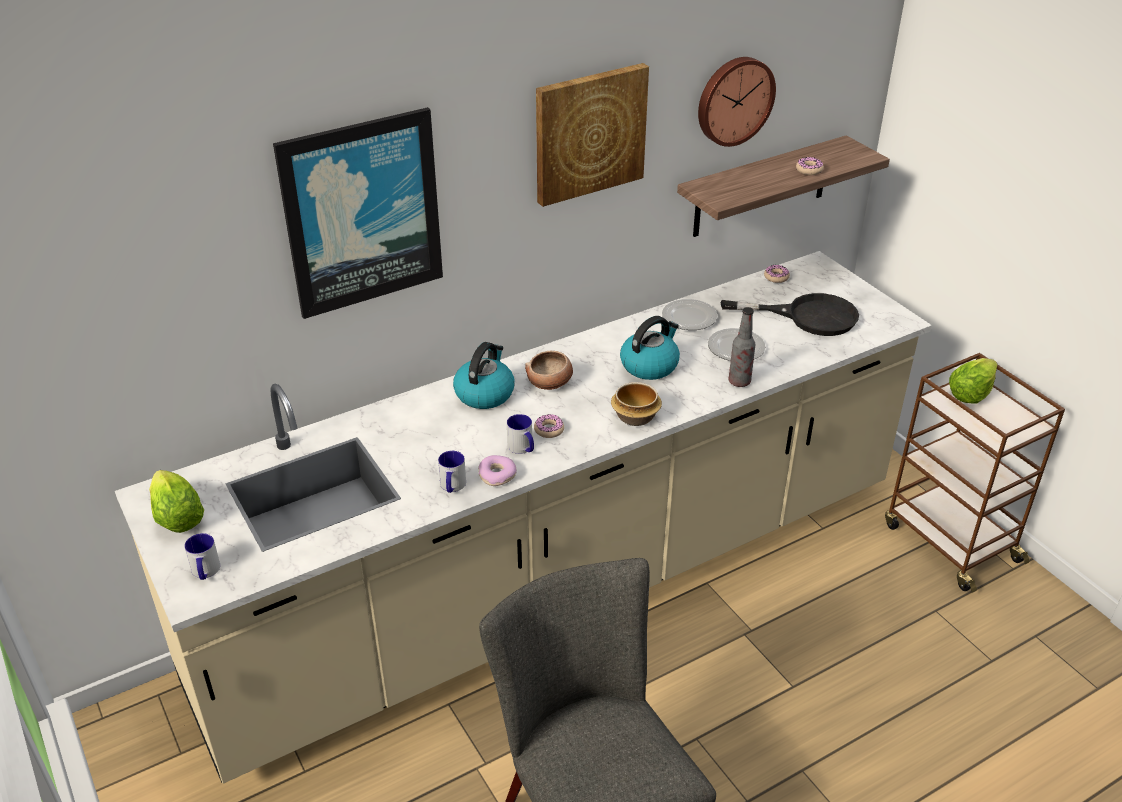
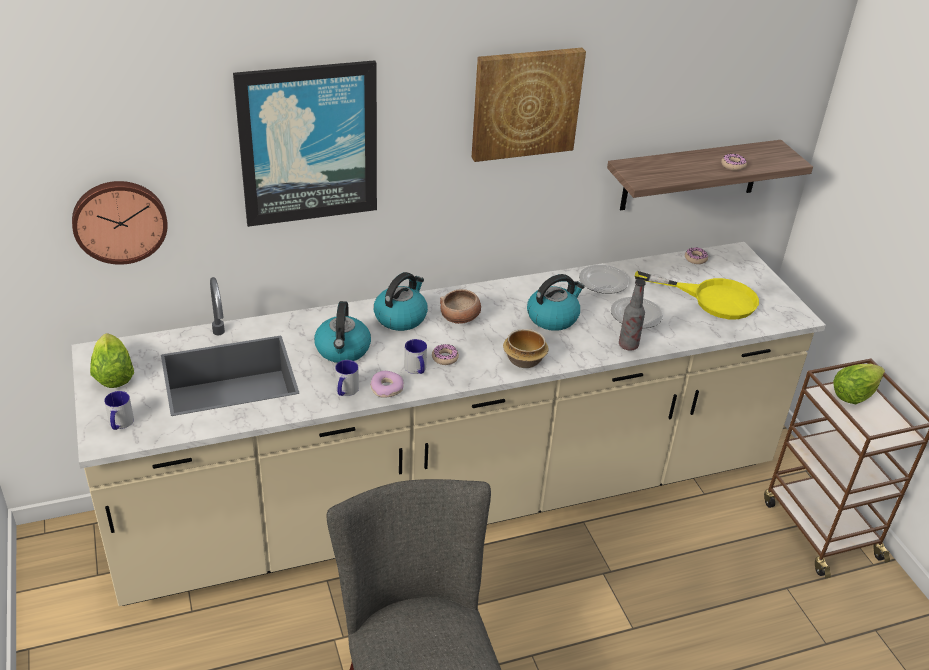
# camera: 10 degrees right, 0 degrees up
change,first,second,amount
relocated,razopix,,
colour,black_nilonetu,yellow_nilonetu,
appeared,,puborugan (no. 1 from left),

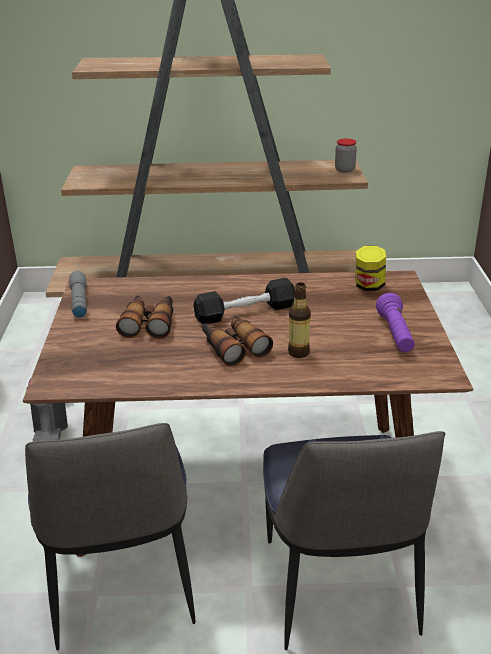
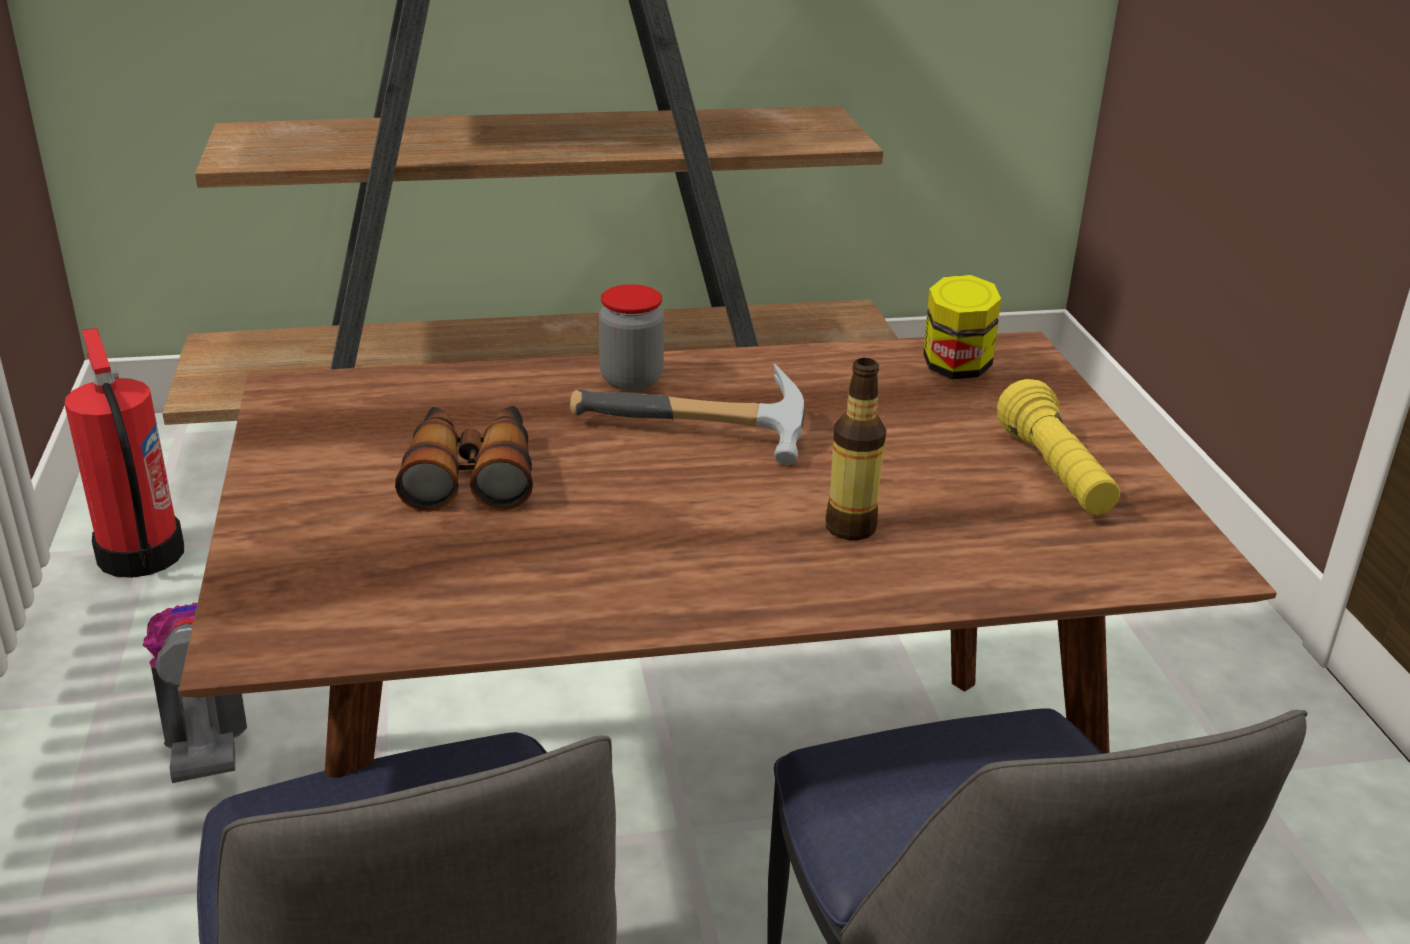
# camera: 10 degrees left, 0 degrees up
change,first,second,amount
relocated,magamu (no. 1 from left),,
missing,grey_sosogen,,
exchanged,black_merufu,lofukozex,
colour,purple_sosogen,yellow_sosogen,
missing,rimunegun (no. 2 from left),,
appeared,,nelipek,

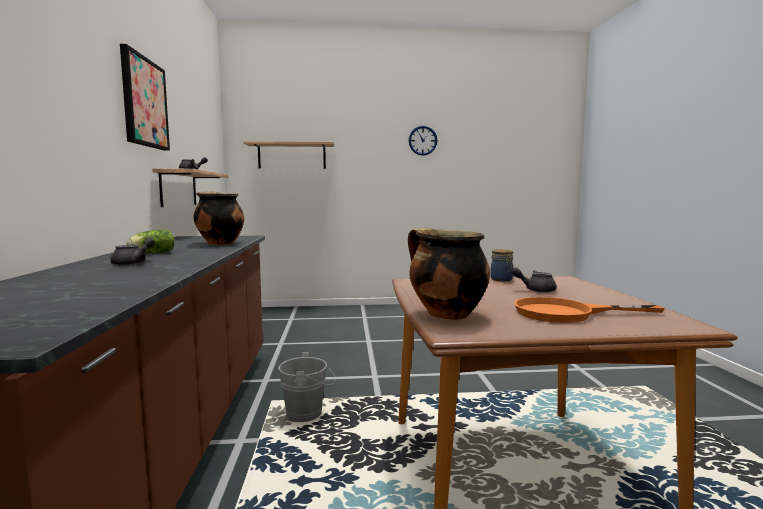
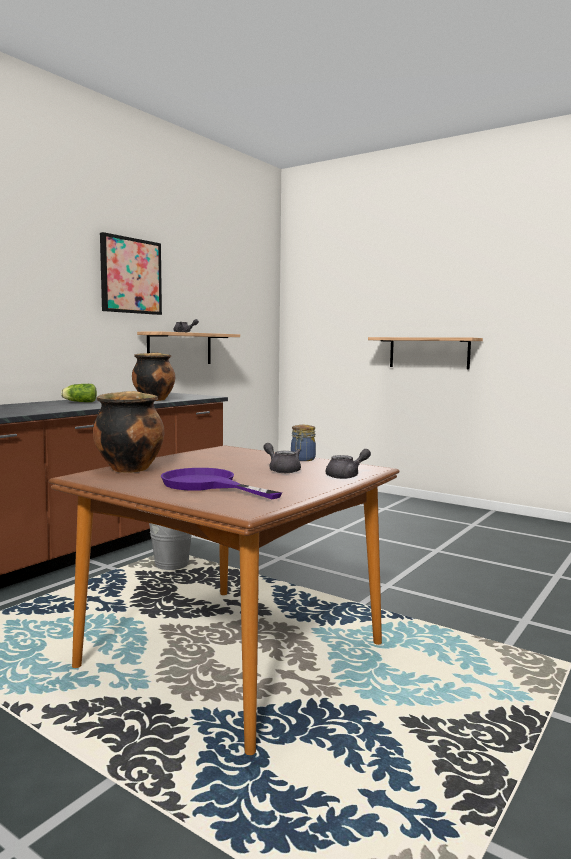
# camera: 40 degrees right, 0 degrees up
change,first,second,amount
missing,razopix,,
relocated,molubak (no. 2 from left),,
relocated,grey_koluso (no. 1 from left in the first image),grey_koluso (no. 3 from left),
colour,orange_nilonetu,purple_nilonetu,

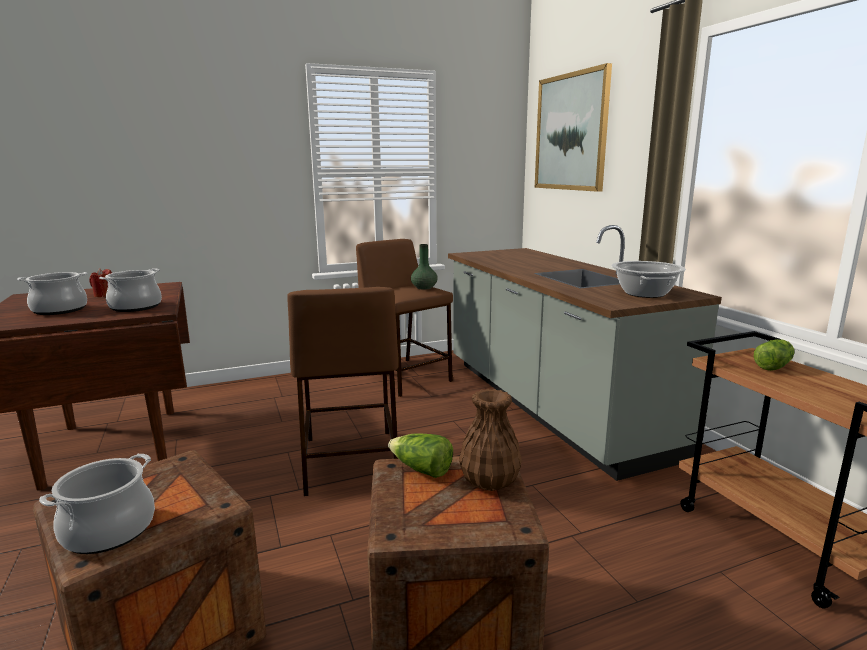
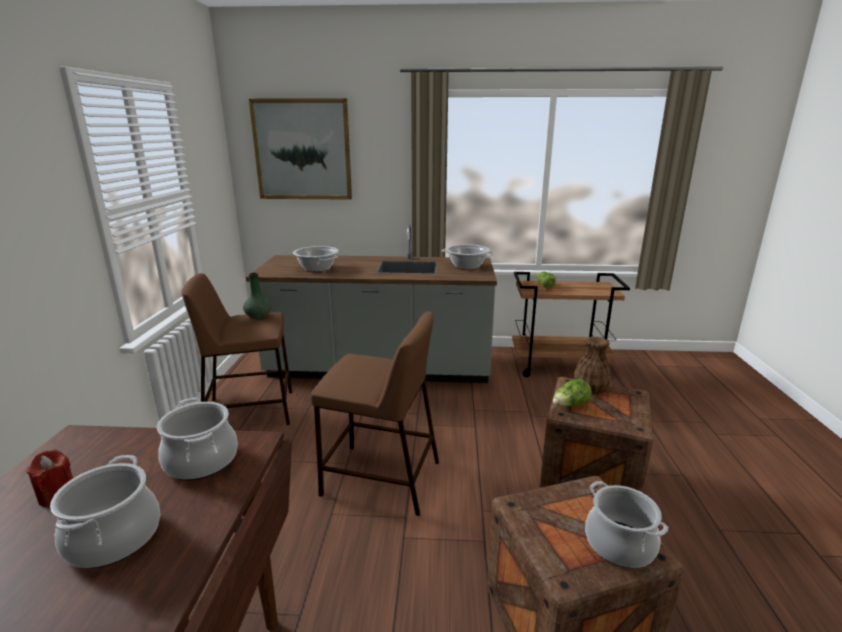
# camera: 65 degrees left, 5 degrees up
change,first,second,amount
appeared,,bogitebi (no. 3 from left),

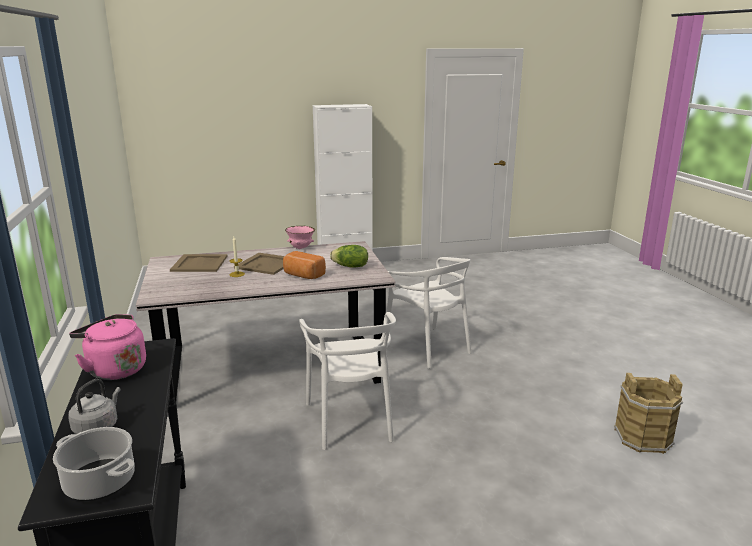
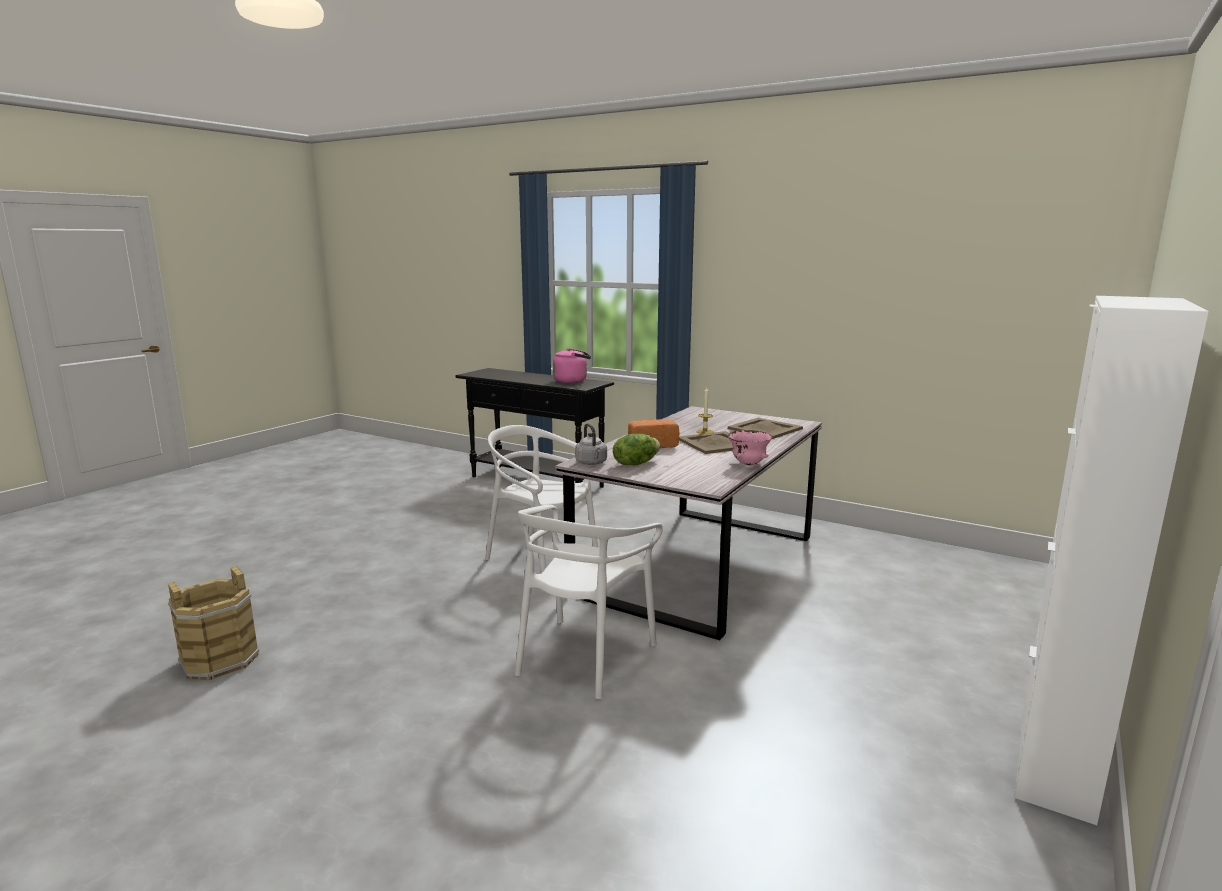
# camera: 135 degrees right, 5 degrees down
change,first,second,amount
spun,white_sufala (no. 2 from left),,75 degrees counterclockwise
relocated,grey_puborugan,,
missing,bogitebi,,

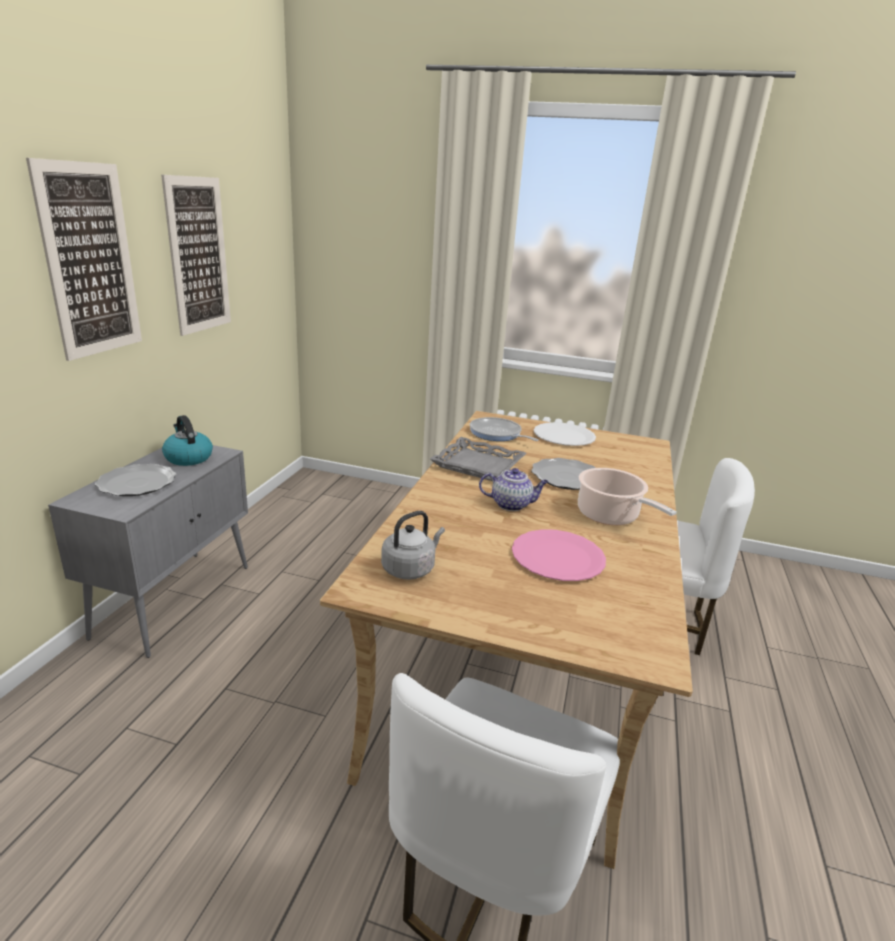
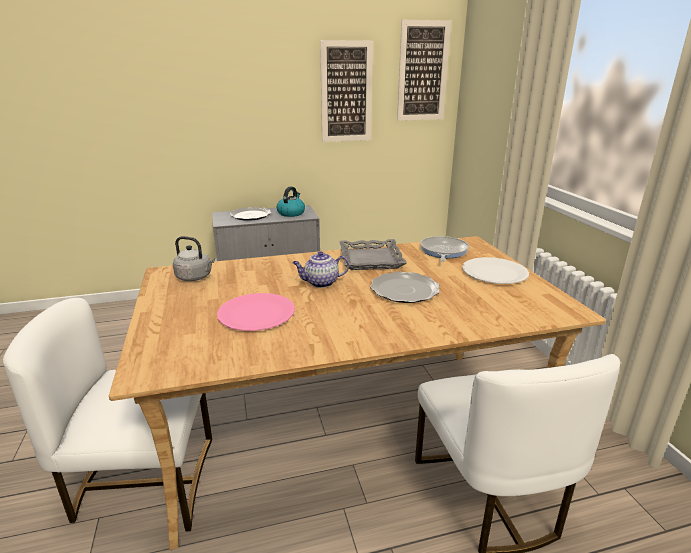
# camera: 60 degrees right, 0 degrees up
change,first,second,amount
relocated,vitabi (no. 1 from left in the first image),vitabi (no. 2 from left),
spun,koluso,,105 degrees clockwise
missing,bogitebi,,

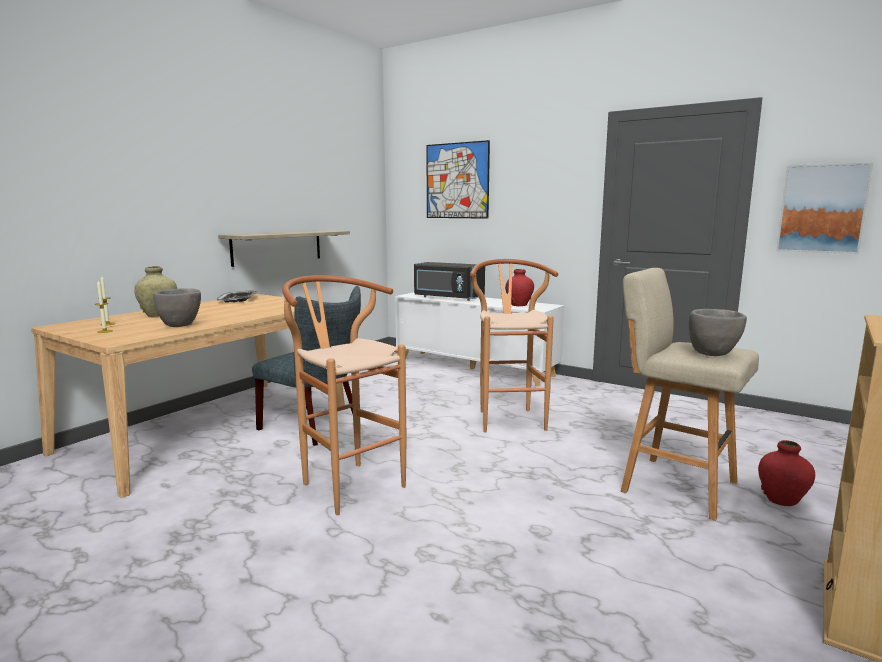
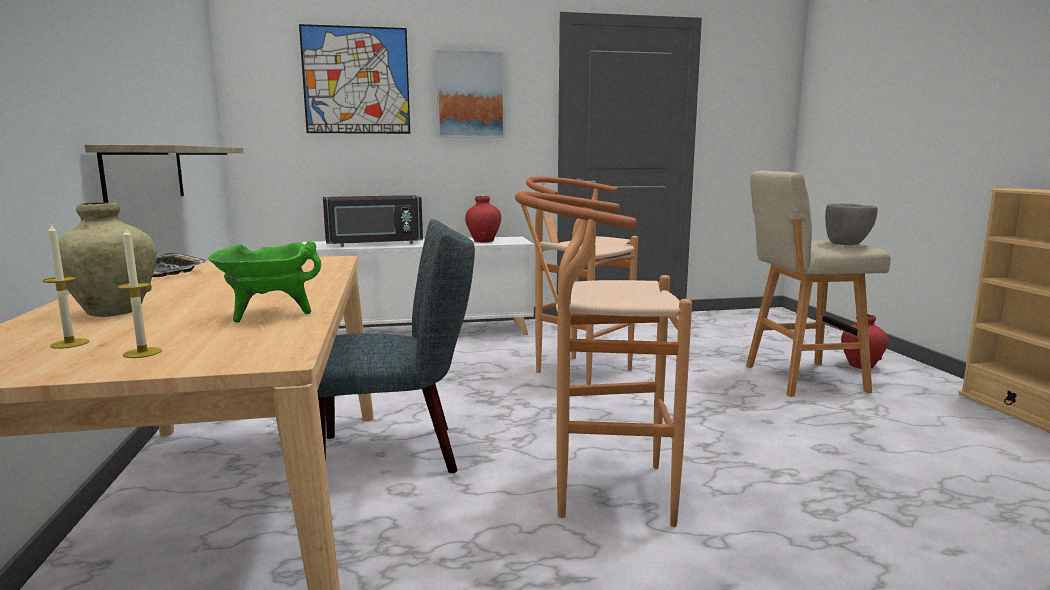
# camera: 45 degrees left, 0 degrees up
change,first,second,amount
relocated,vitabi (no. 2 from left),,
exchanged,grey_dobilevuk (no. 1 from left),green_bogitebi,

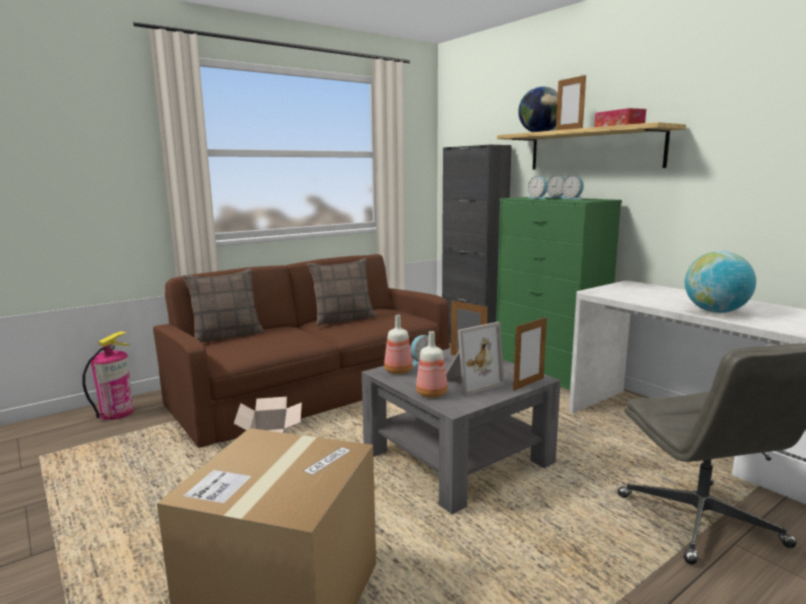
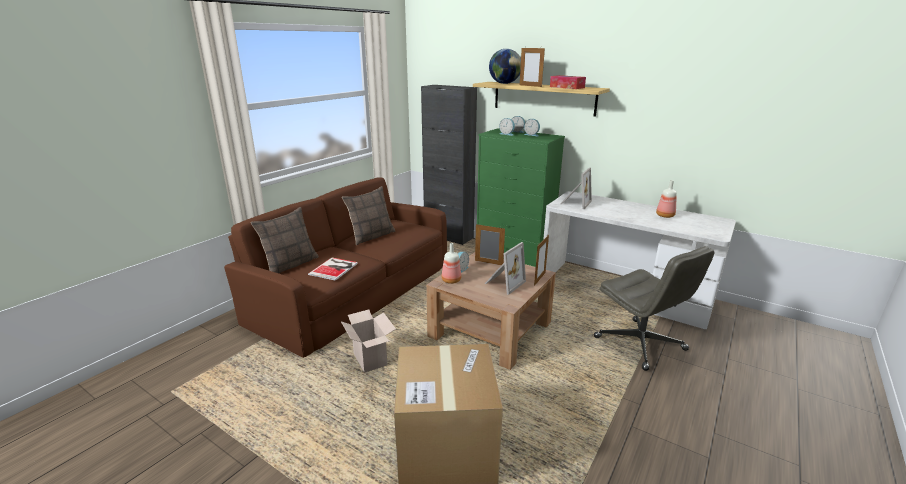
# camera: 20 degrees left, 10 degrees up
change,first,second,amount
missing,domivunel (no. 2 from left),,
missing,nelipek,,
relocated,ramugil (no. 2 from left),,
colour,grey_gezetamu,brown_gezetamu,
appeared,,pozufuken (no. 5 from left),
appeared,,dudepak,

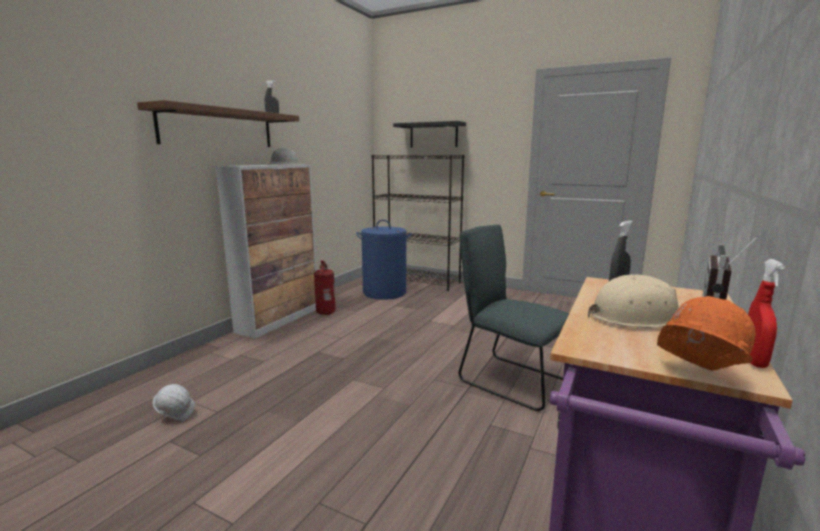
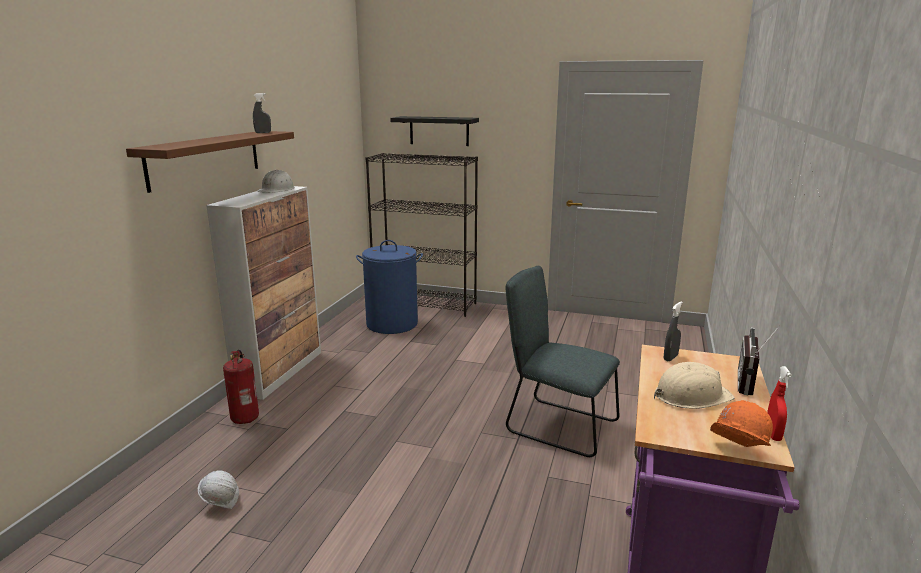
# camera: 10 degrees left, 5 degrees up
change,first,second,amount
relocated,nelipek,,

